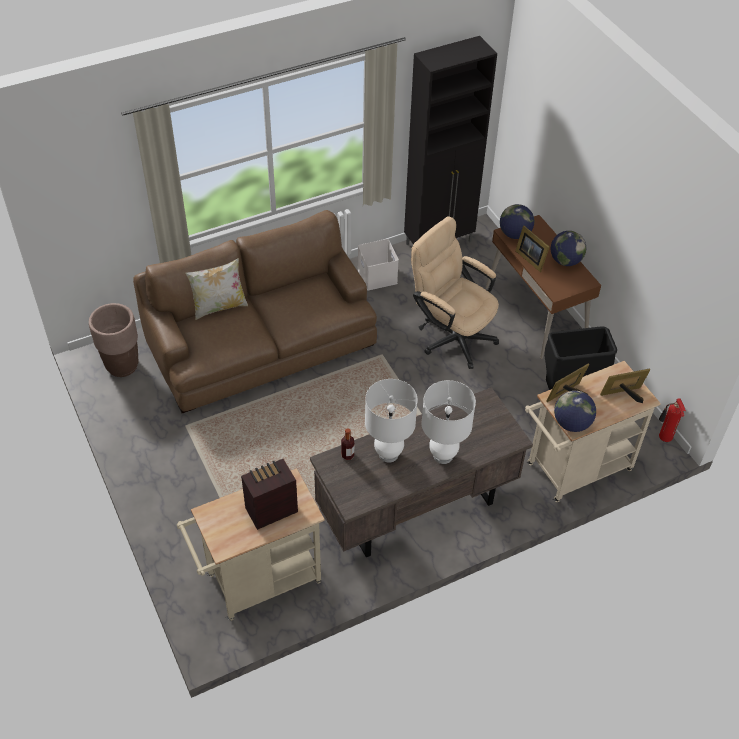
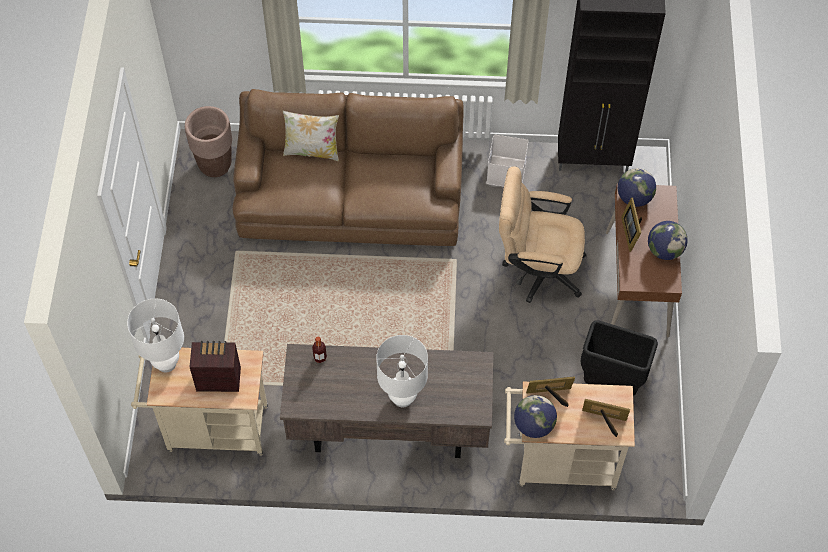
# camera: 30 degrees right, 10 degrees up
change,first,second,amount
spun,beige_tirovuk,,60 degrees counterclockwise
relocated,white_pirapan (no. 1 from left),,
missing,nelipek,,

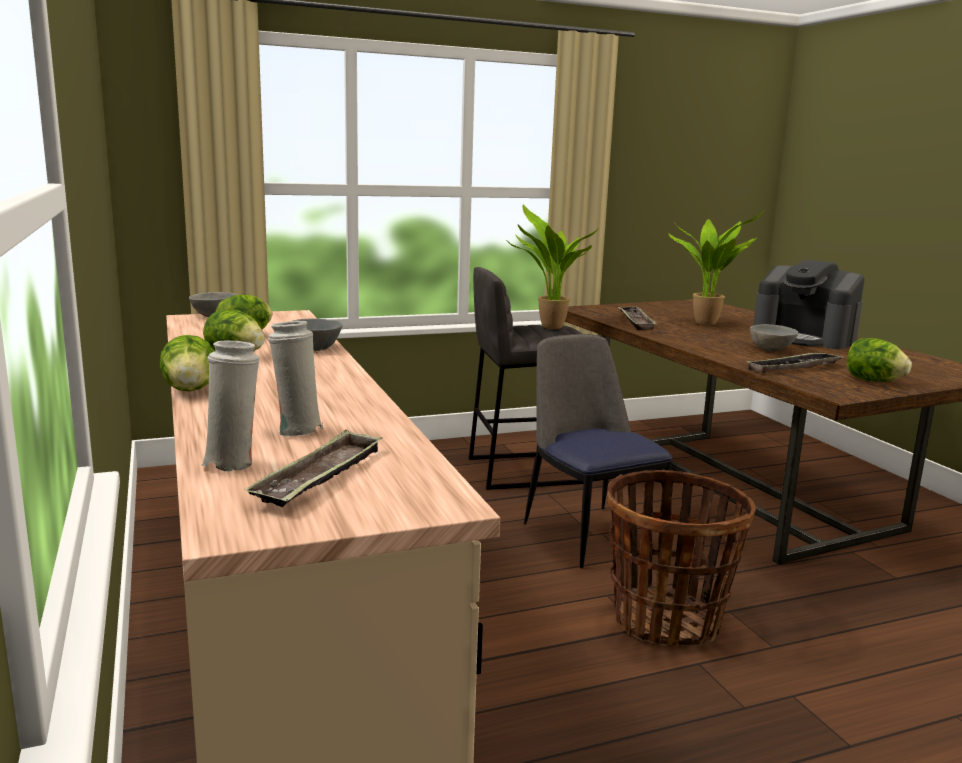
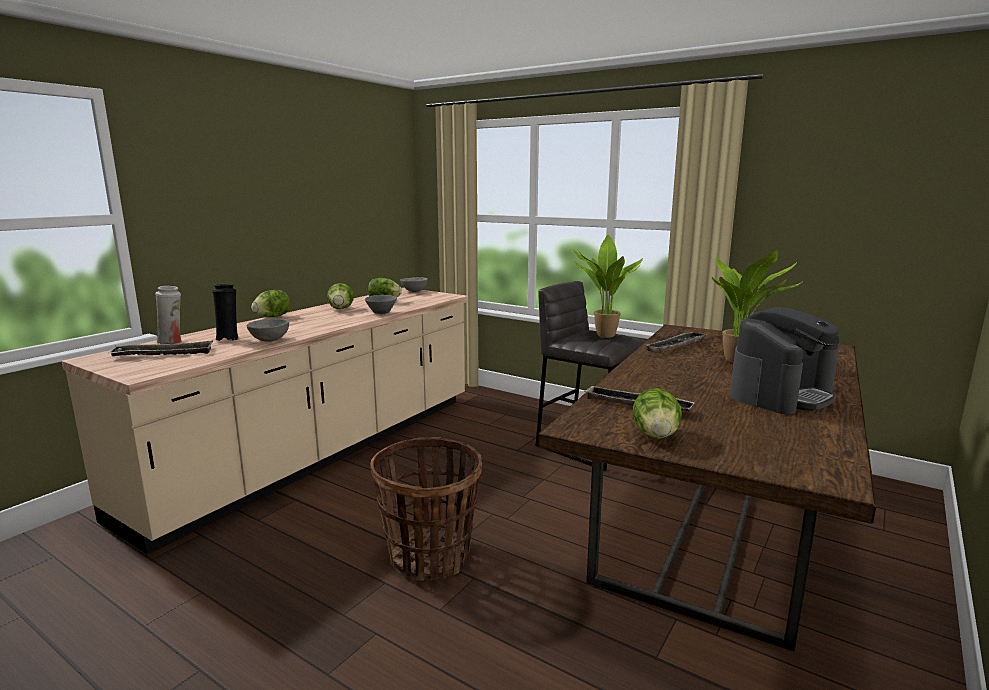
# camera: 55 degrees right, 0 degrees up
change,first,second,amount
spun,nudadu,,135 degrees counterclockwise
colour,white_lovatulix (no. 2 from left),black_lovatulix,
relocated,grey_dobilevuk (no. 3 from left in the first image),grey_dobilevuk (no. 1 from left),
missing,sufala,,

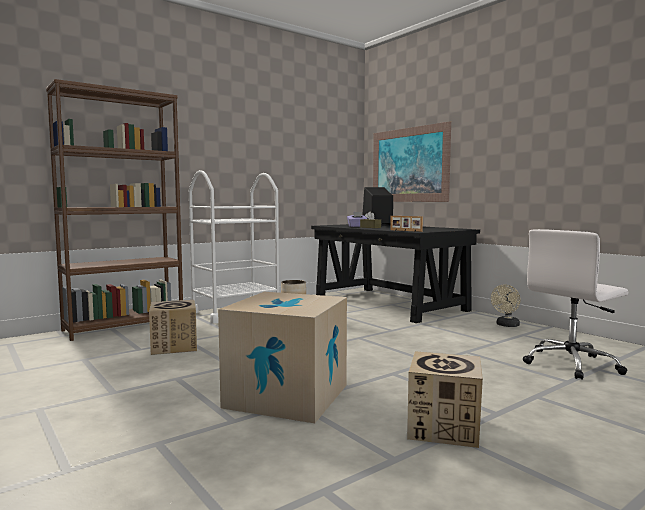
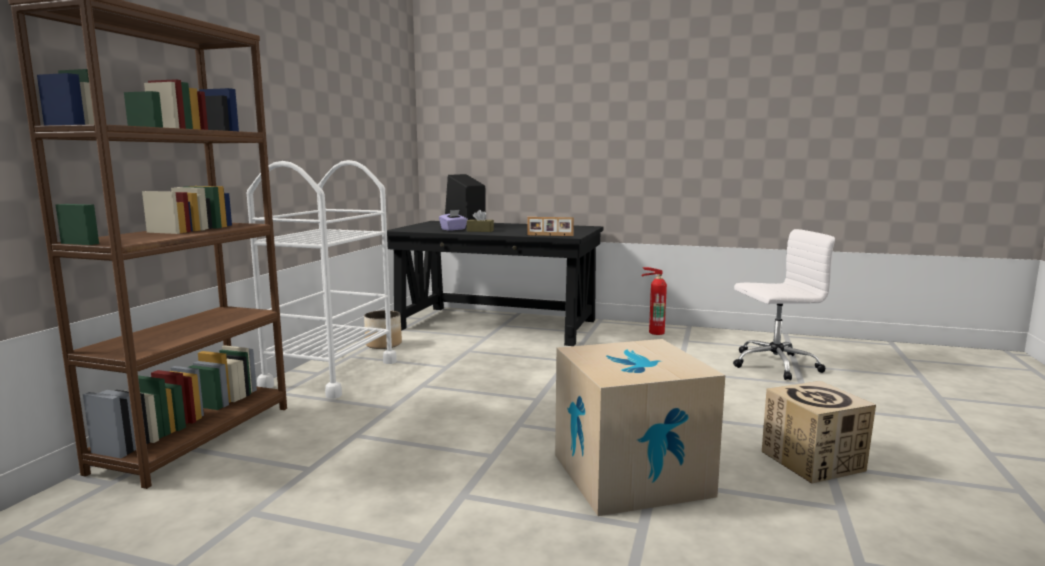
# camera: 35 degrees left, 5 degrees up
change,first,second,amount
missing,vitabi,,
spun,white_tirovuk,,120 degrees counterclockwise
exchanged,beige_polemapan,nelipek,
missing,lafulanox (no. 1 from left),,

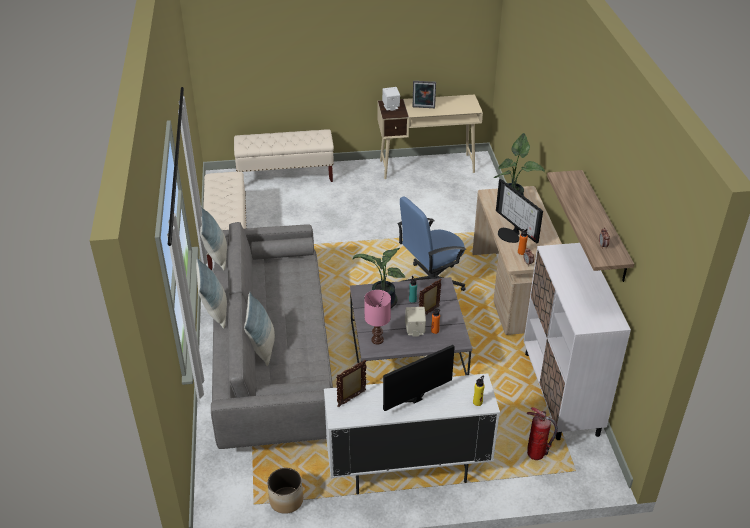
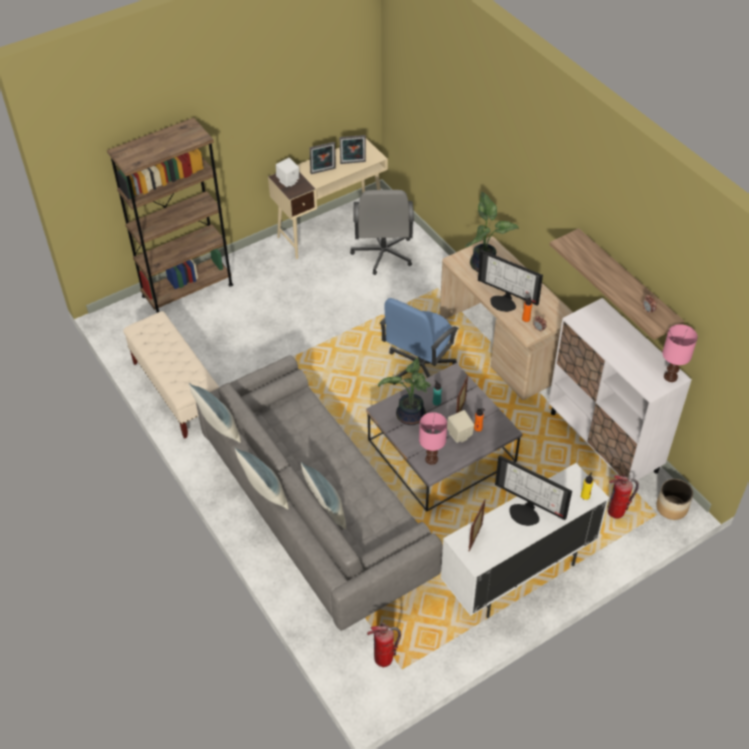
# camera: 25 degrees left, 10 degrees up
change,first,second,amount
exchanged,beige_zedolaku (no. 2 from left),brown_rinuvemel,
spun,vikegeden (no. 1 from left in the first image),vikegeden (no. 2 from left),90 degrees counterclockwise
relocated,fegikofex,,
appeared,,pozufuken (no. 2 from left),
appeared,,grey_tirovuk,
appeared,,pink_pirapan (no. 2 from left),
appeared,,nelipek (no. 1 from left),

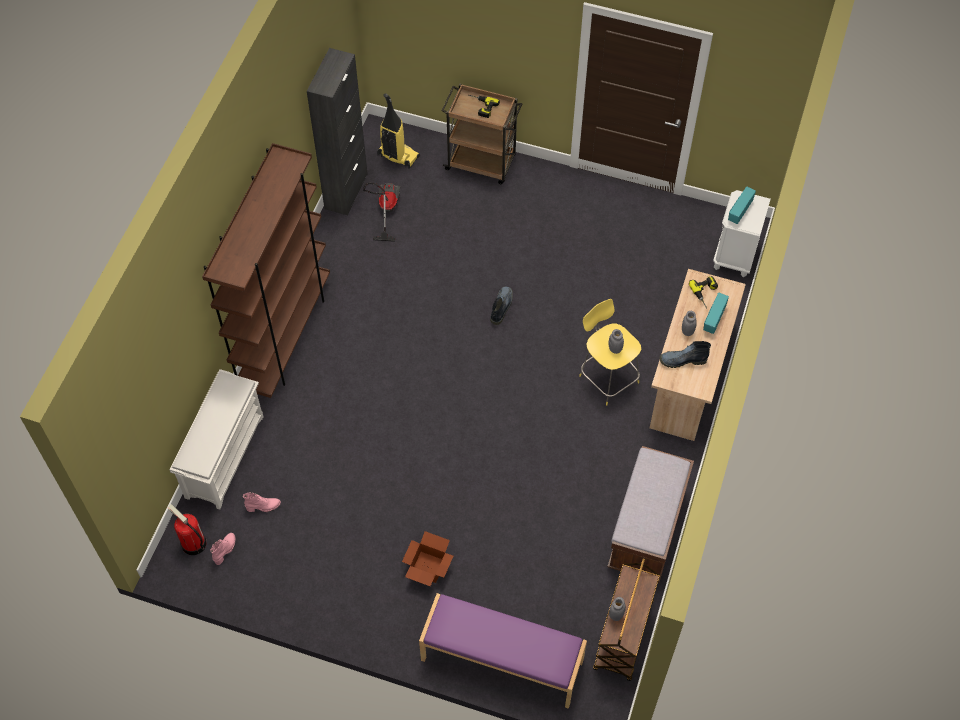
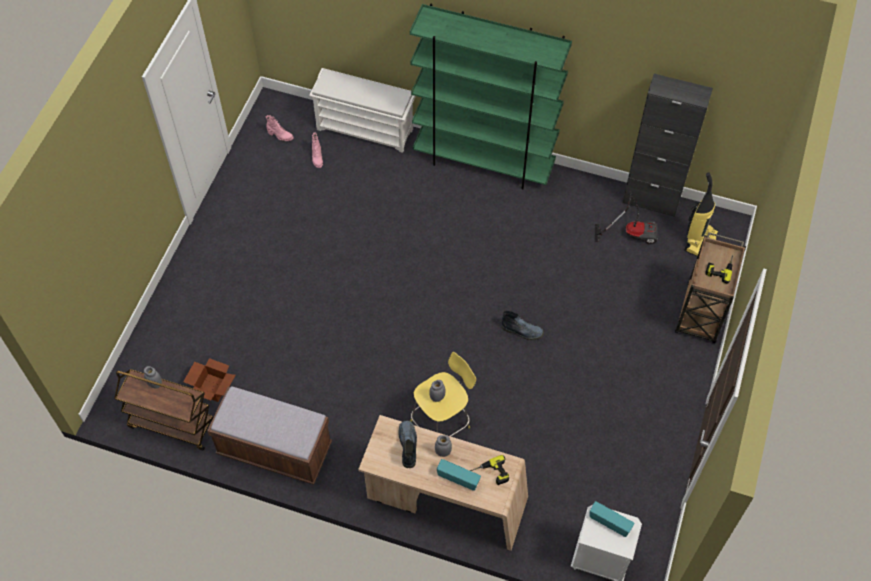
# camera: 90 degrees right, 0 degrees up
change,first,second,amount
colour,brown_rinuvemel,green_rinuvemel,
missing,nelipek,,
relocated,lafulanox,,
missing,purple_zedolaku,,

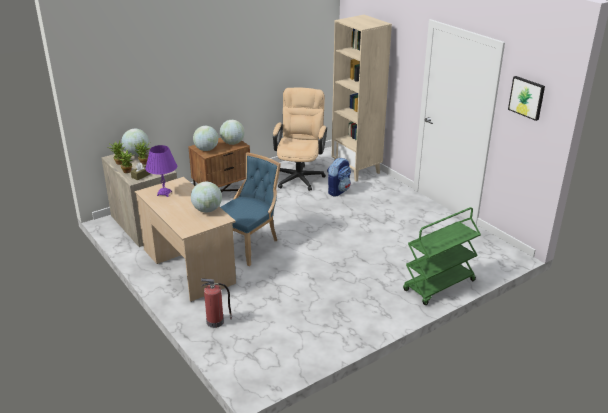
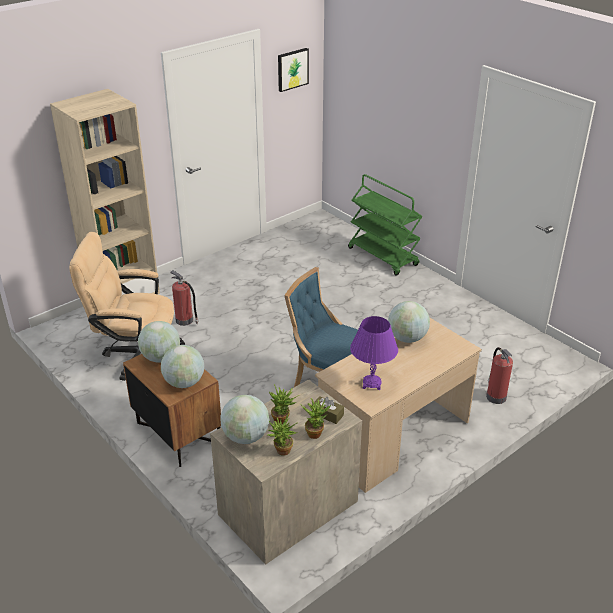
# camera: 95 degrees left, 5 degrees up
change,first,second,amount
exchanged,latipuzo,nelipek (no. 1 from left),

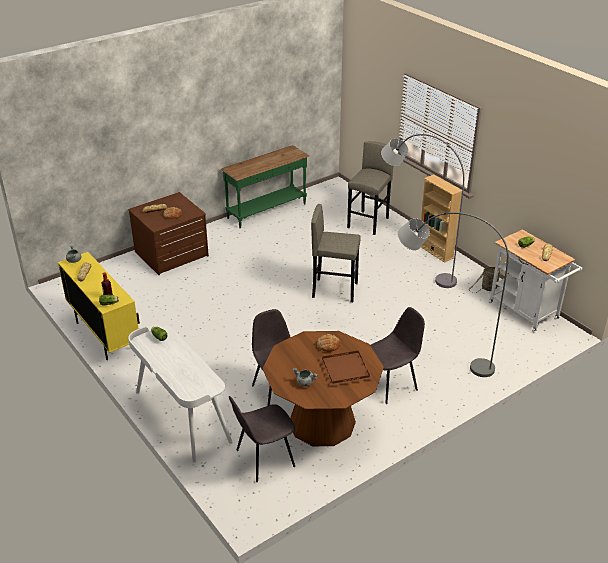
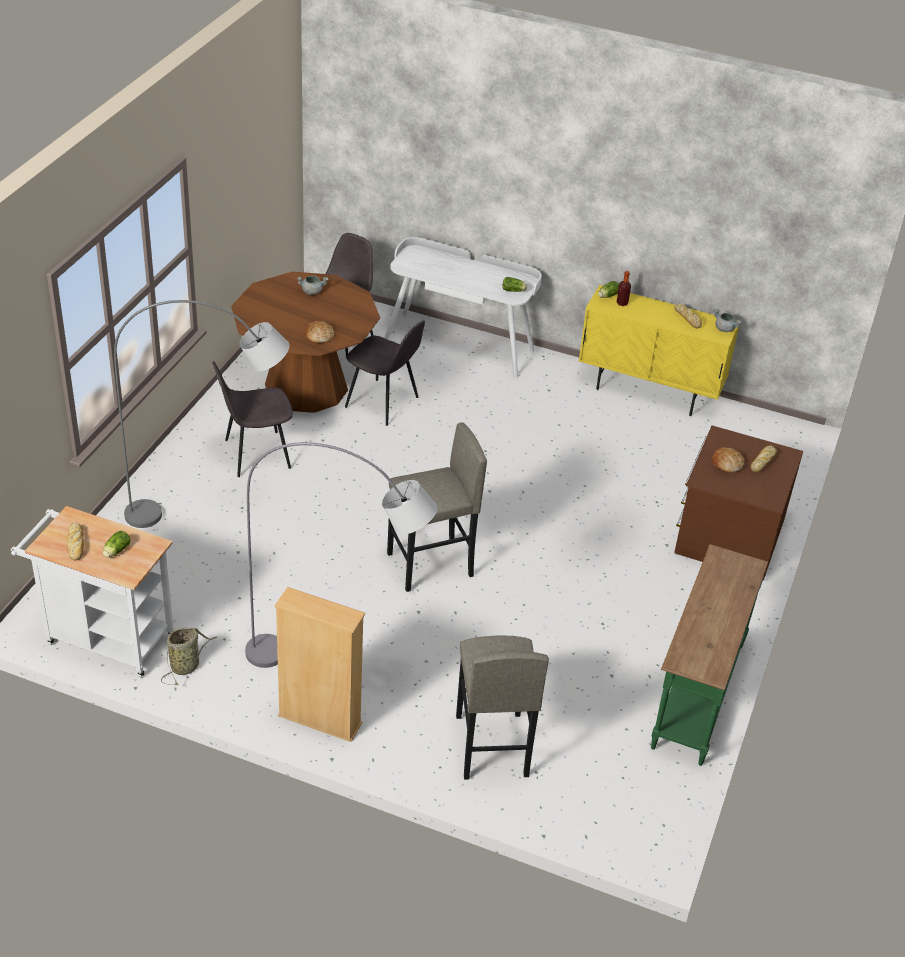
# camera: 145 degrees right, 5 degrees up
change,first,second,amount
spun,grey_sufala (no. 3 from left in the first image),grey_sufala (no. 1 from left),45 degrees clockwise
missing,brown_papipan,,

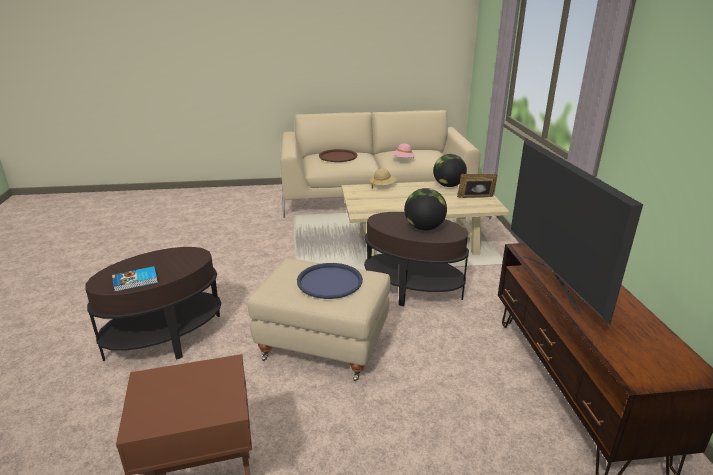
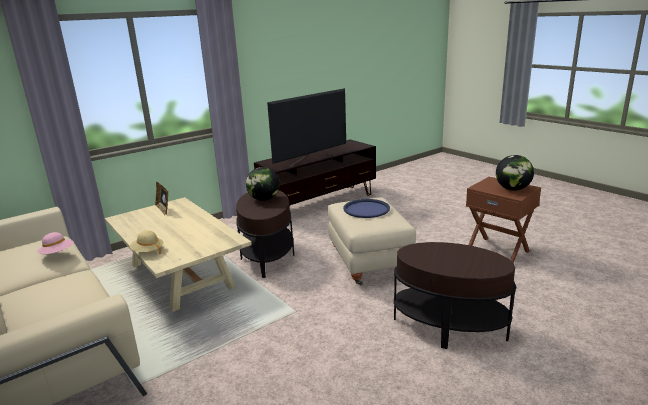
# camera: 120 degrees left, 5 degrees down
change,first,second,amount
missing,brown_papipan,,
relocated,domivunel (no. 2 from left),,
missing,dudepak,,

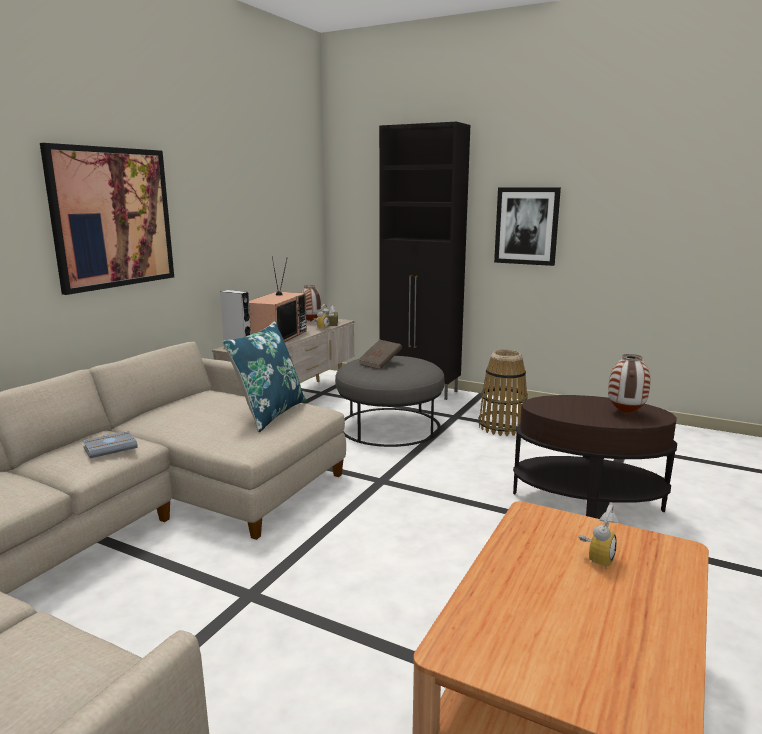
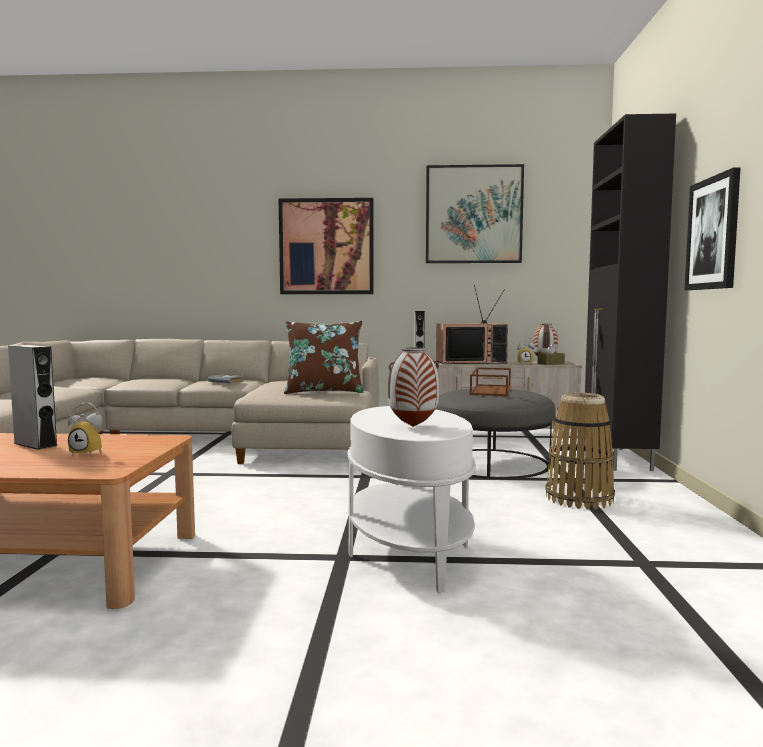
# camera: 65 degrees right, 10 degrees down
change,first,second,amount
colour,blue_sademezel,brown_sademezel,
exchanged,brown_dudepak,brown_papipan,
colour,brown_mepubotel,white_mepubotel,
appeared,,vitabi (no. 2 from left),
appeared,,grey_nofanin (no. 1 from left),

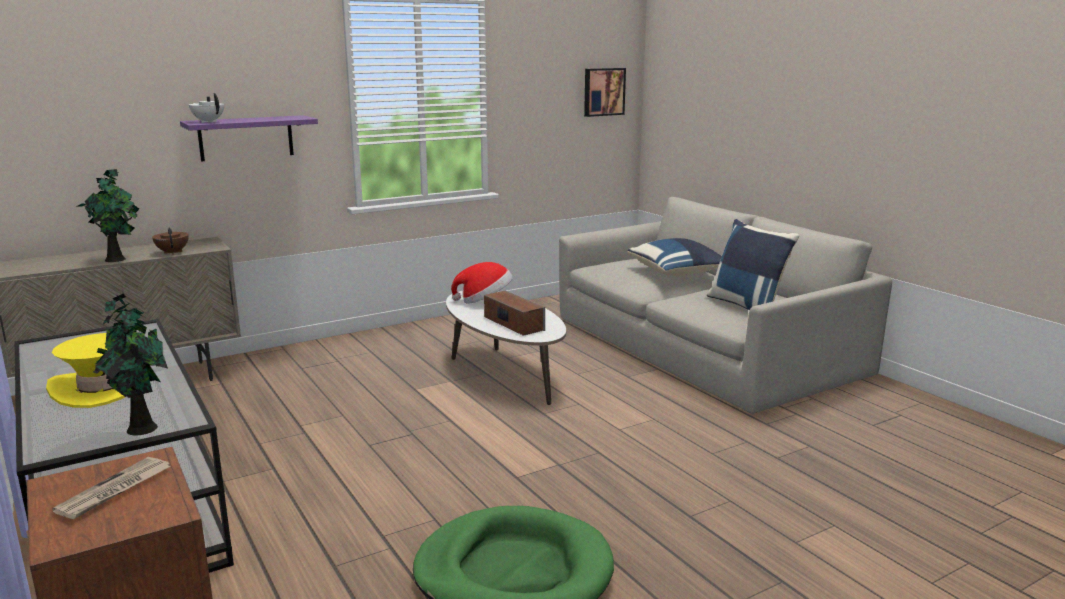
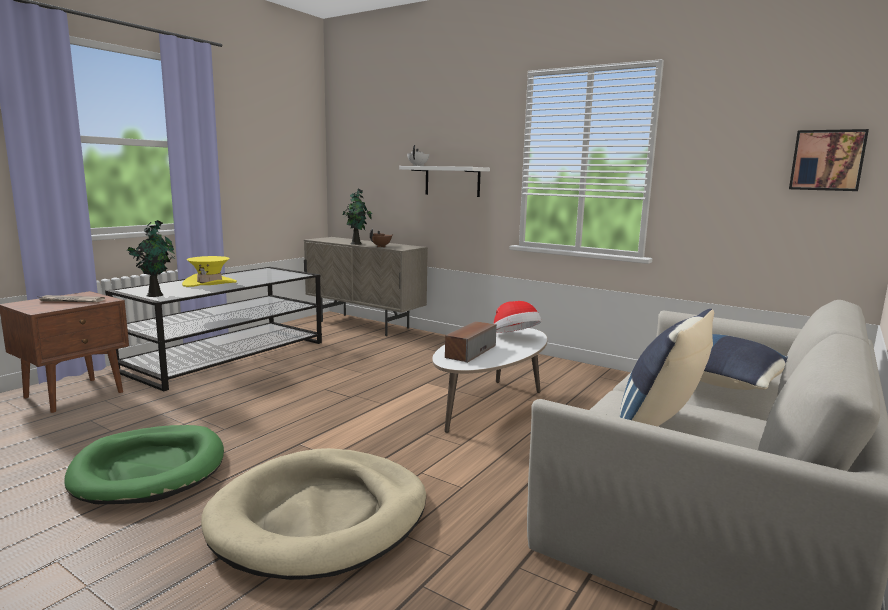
# camera: 65 degrees right, 5 degrees down
change,first,second,amount
colour,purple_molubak,white_molubak,
appeared,,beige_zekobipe,

